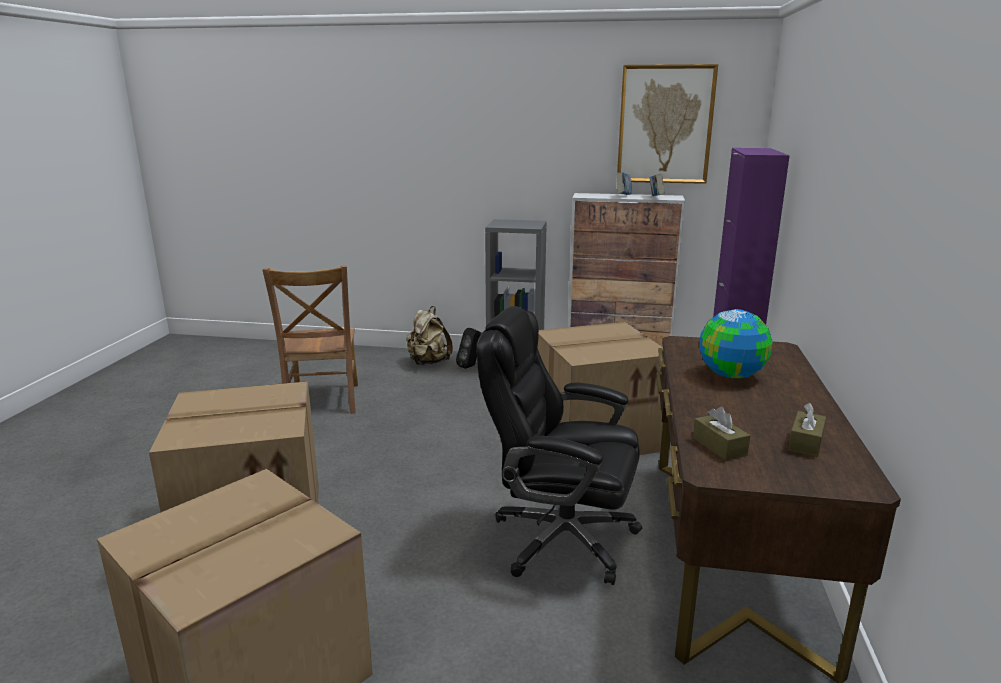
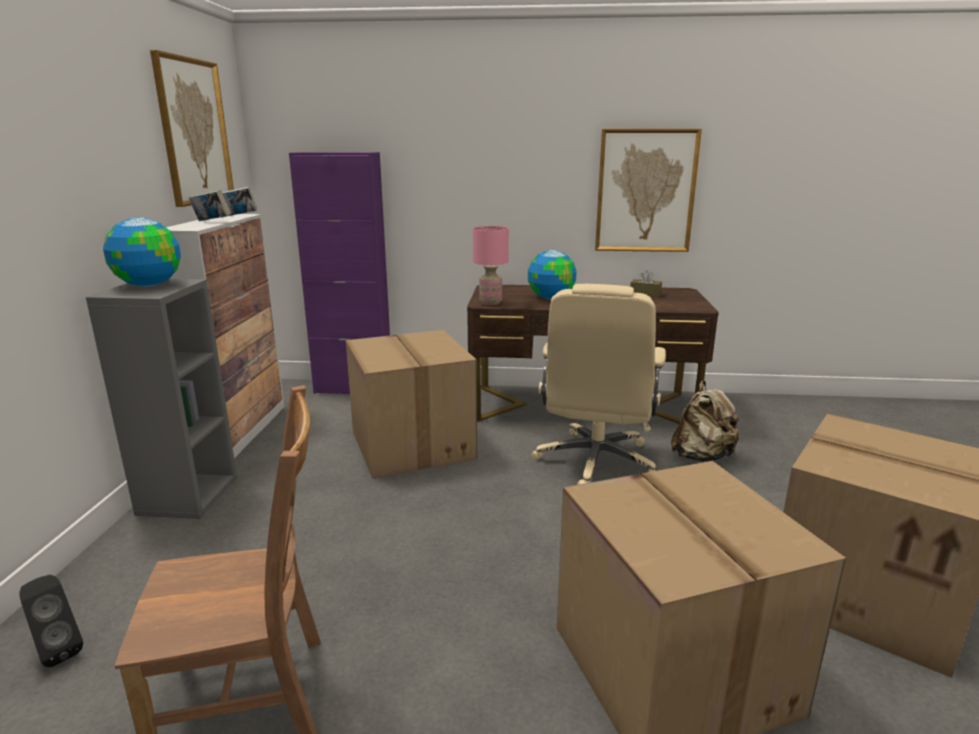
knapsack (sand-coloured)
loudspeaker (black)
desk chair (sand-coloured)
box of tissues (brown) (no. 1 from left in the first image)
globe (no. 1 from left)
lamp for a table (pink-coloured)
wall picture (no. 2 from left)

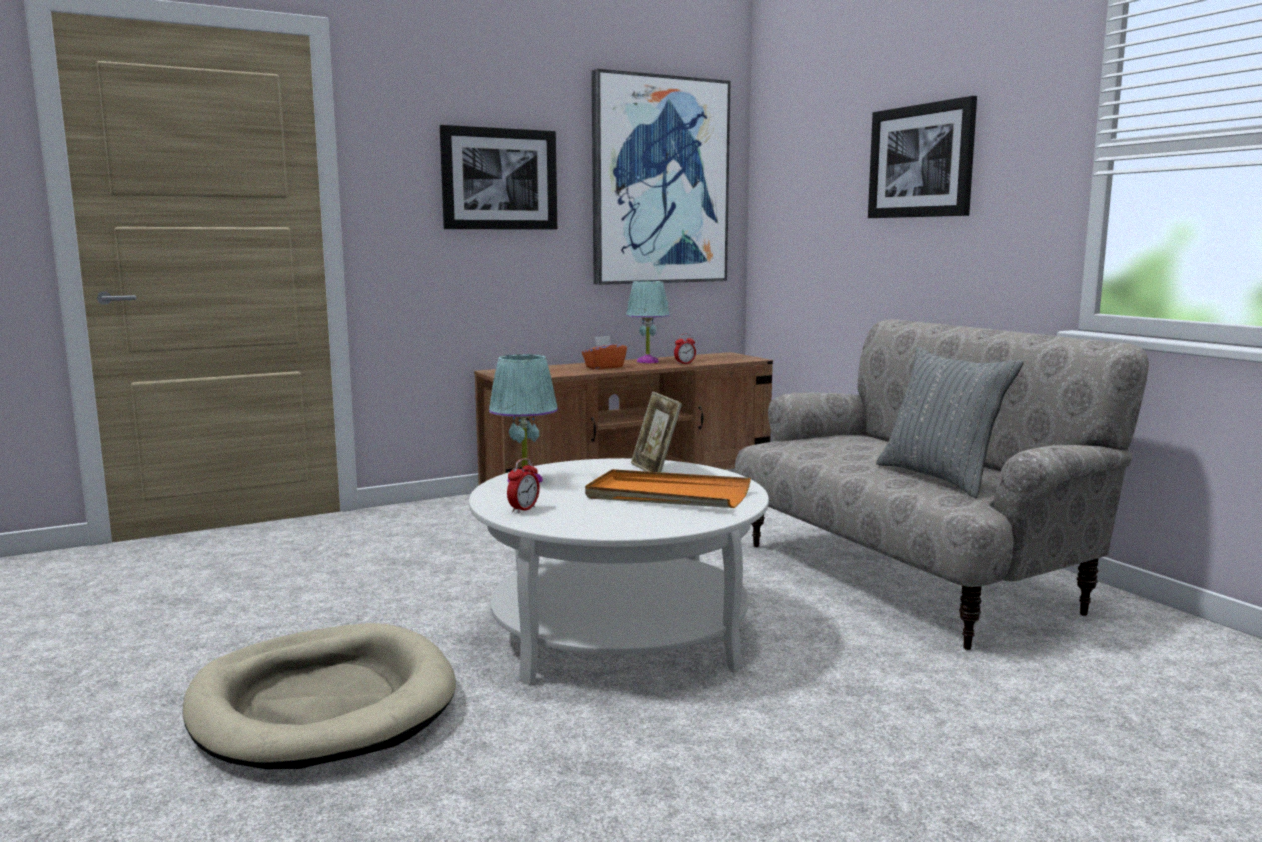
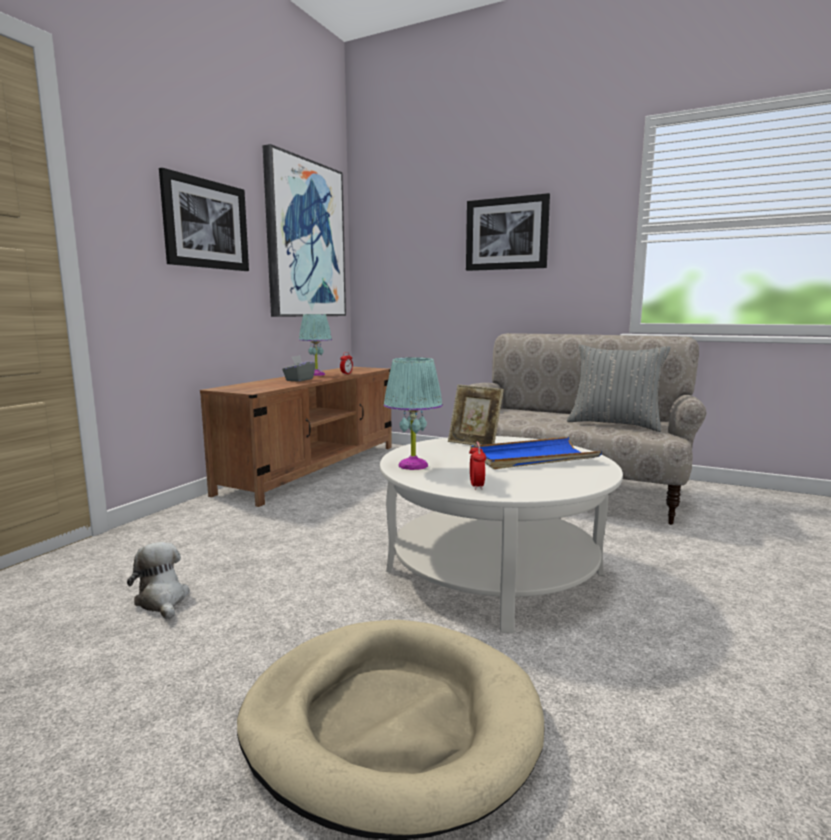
box of tissues (gray)
carrying tray (bluish)
plush toy

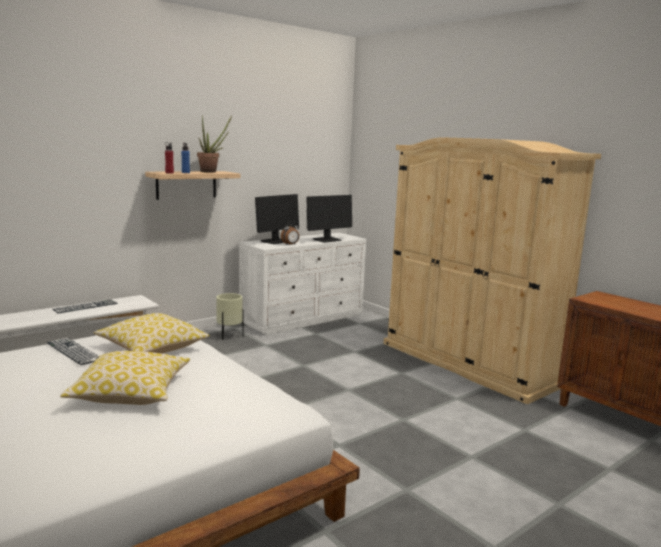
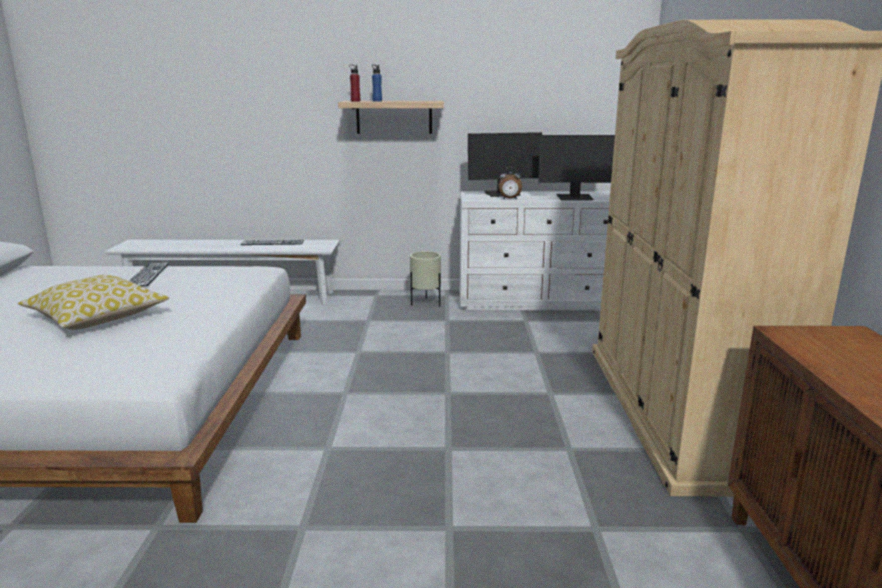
cushion (no. 2 from left in the first image)
potted plant

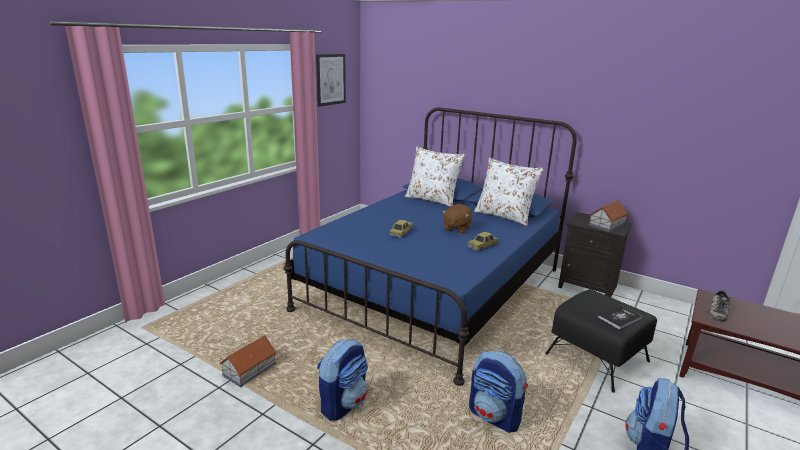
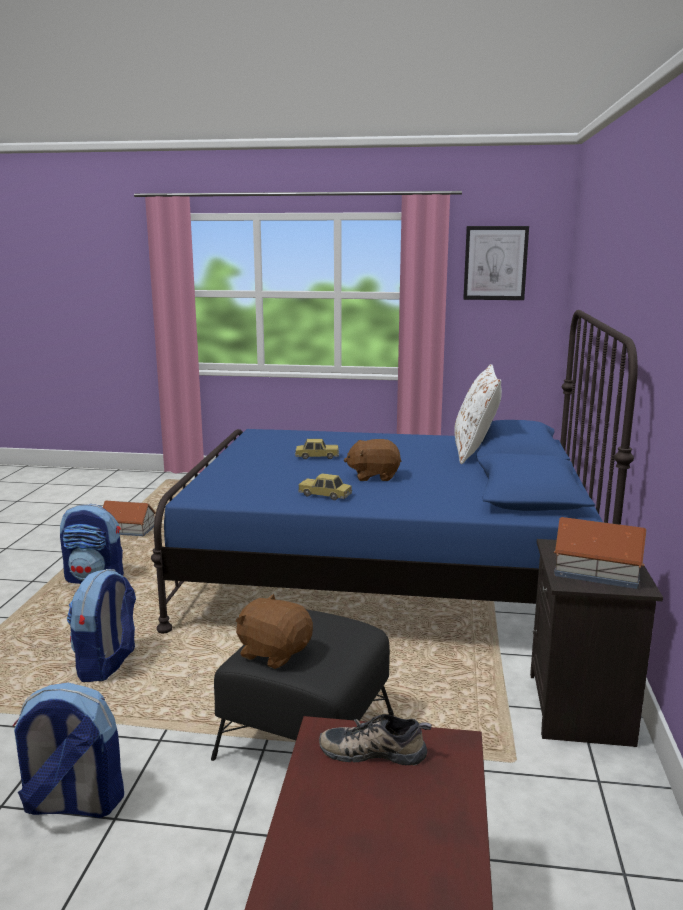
cushion (white-coloured) (no. 2 from left in the first image)
plush toy (brown) (no. 1 from left)

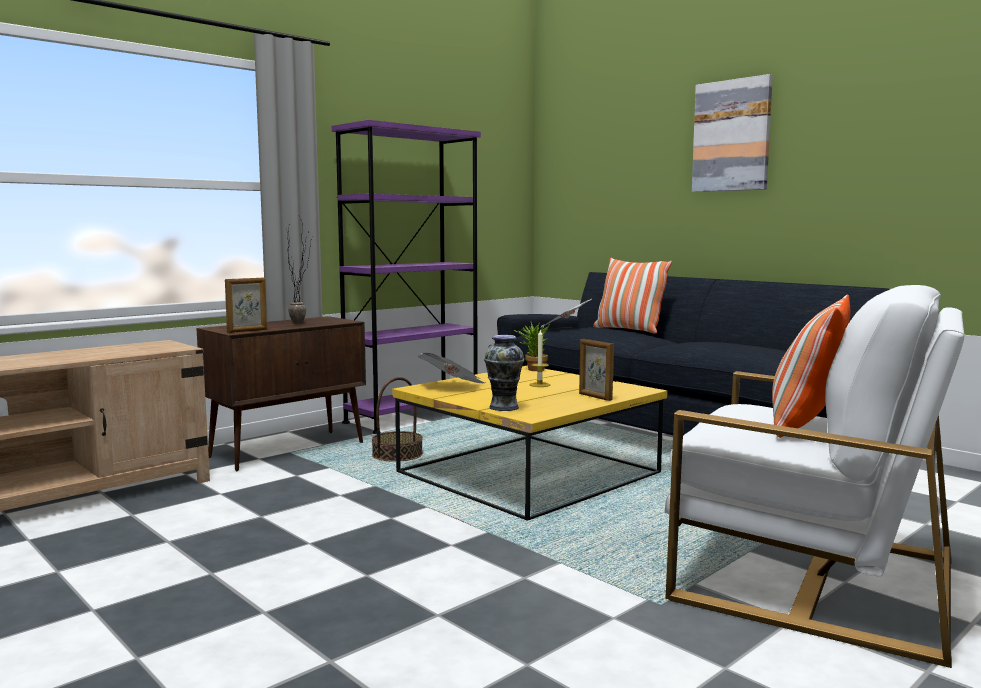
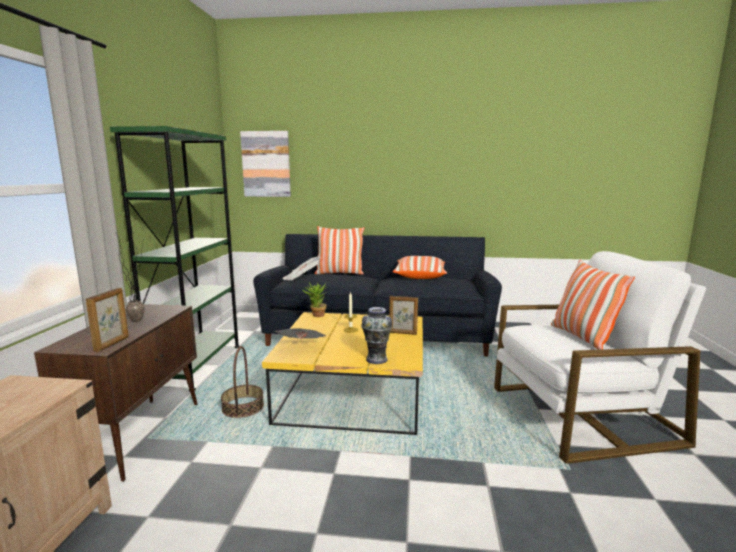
bookshelf (greenish)
wall picture
cushion (no. 2 from left)

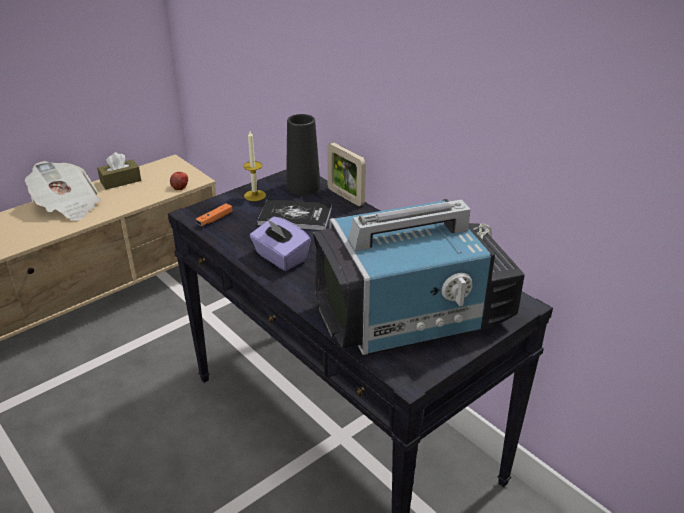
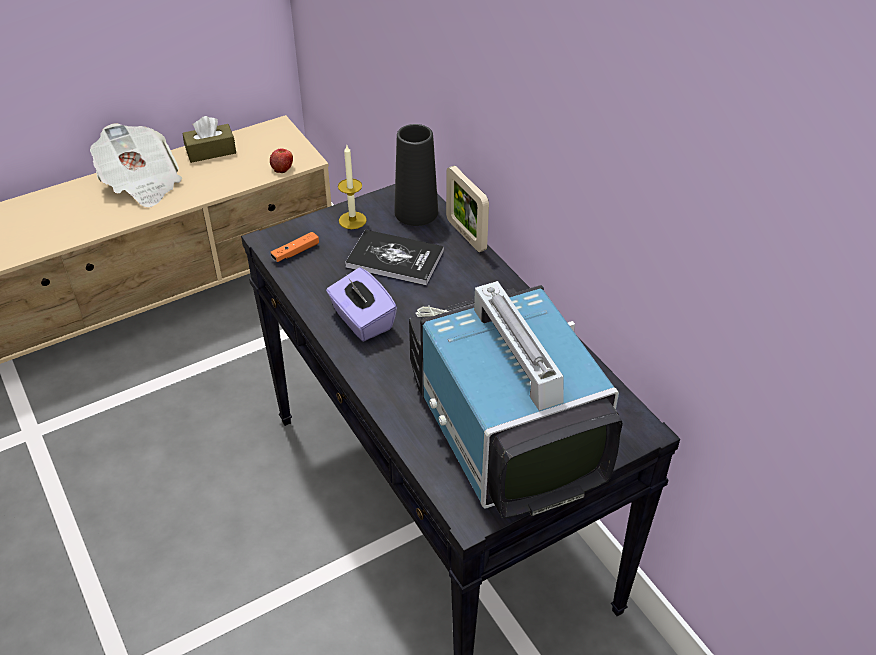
TV

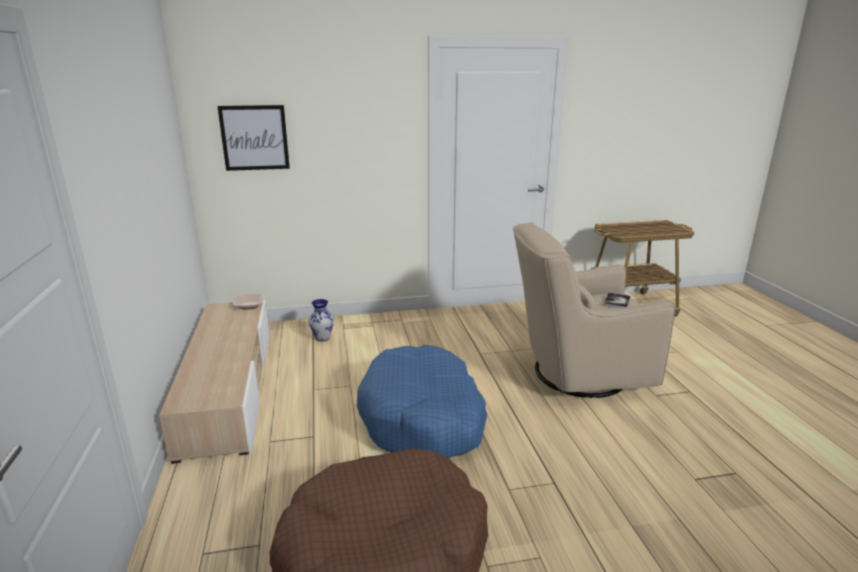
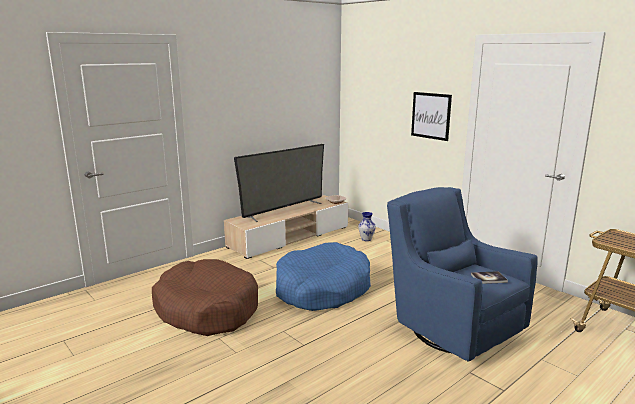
wall picture
easy chair (bluish)
TV

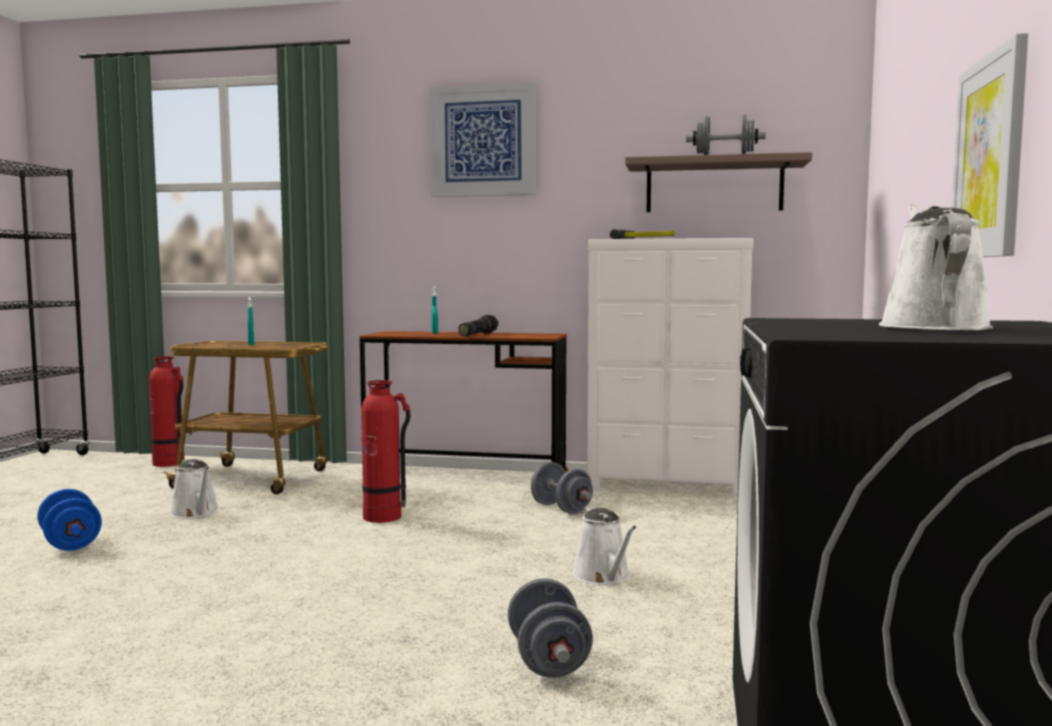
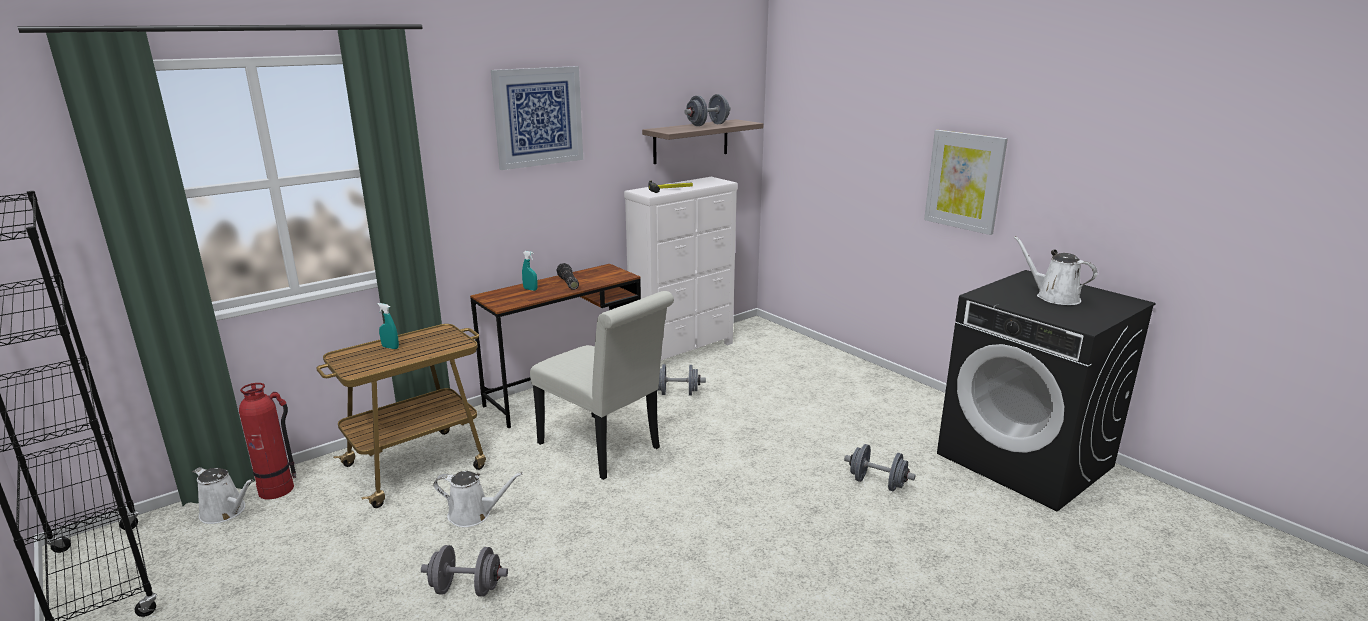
hand weight (gray) (no. 1 from left)
plain chair (white-coloured)
watering can (white-coloured) (no. 1 from left)

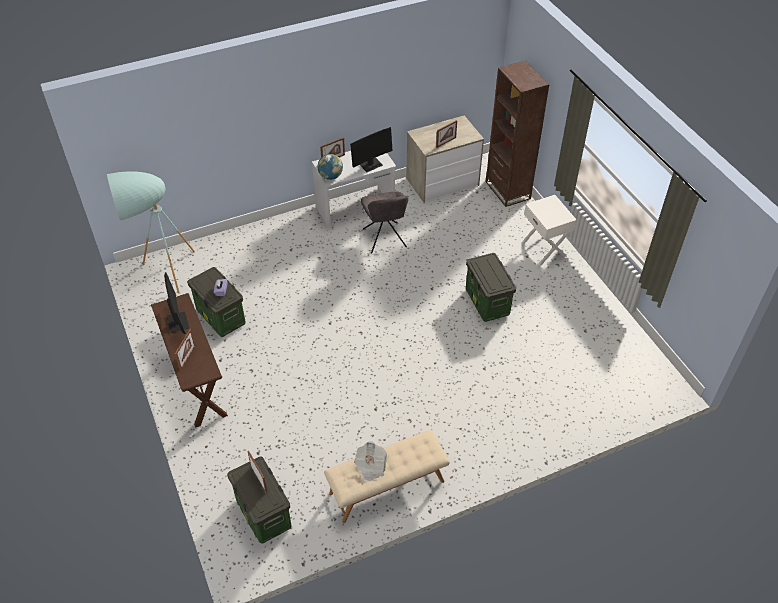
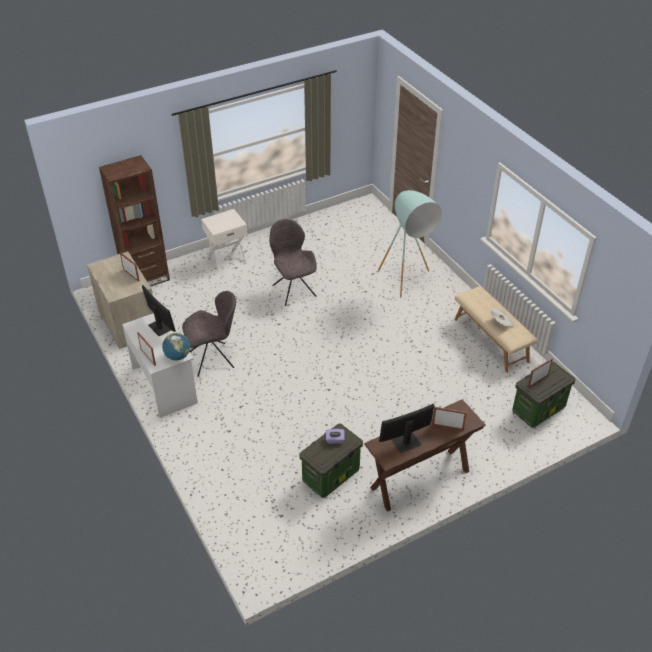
standing lamp (blue-green)
plain chair (gray) (no. 2 from left)

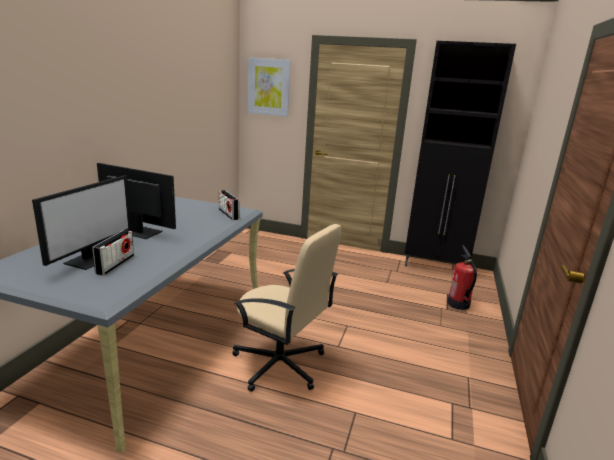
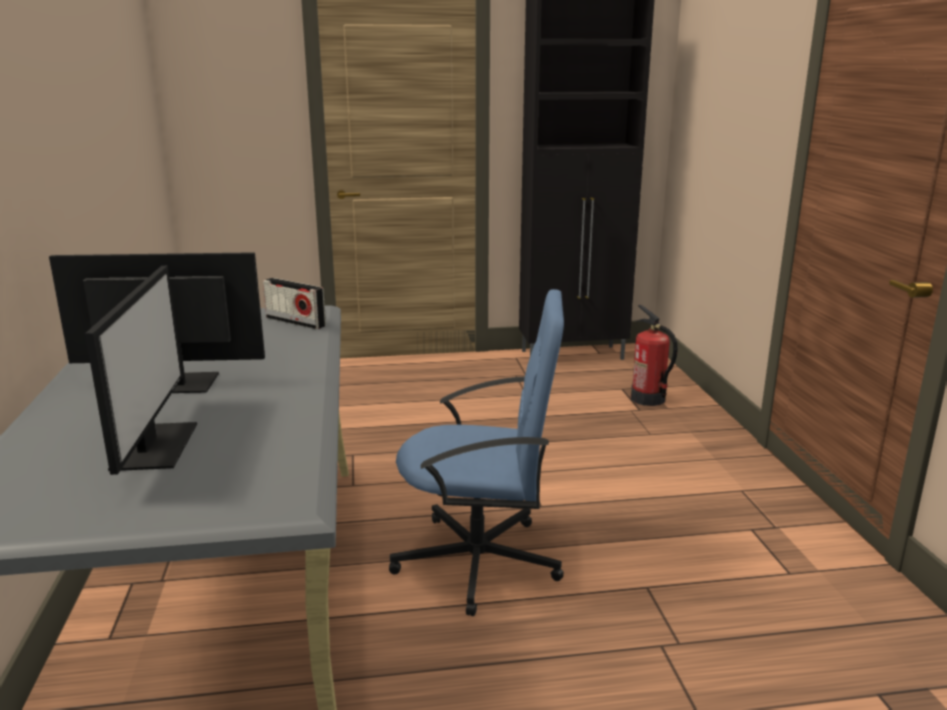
radio set (no. 1 from left in the first image)
desk chair (bluish)
wall picture

